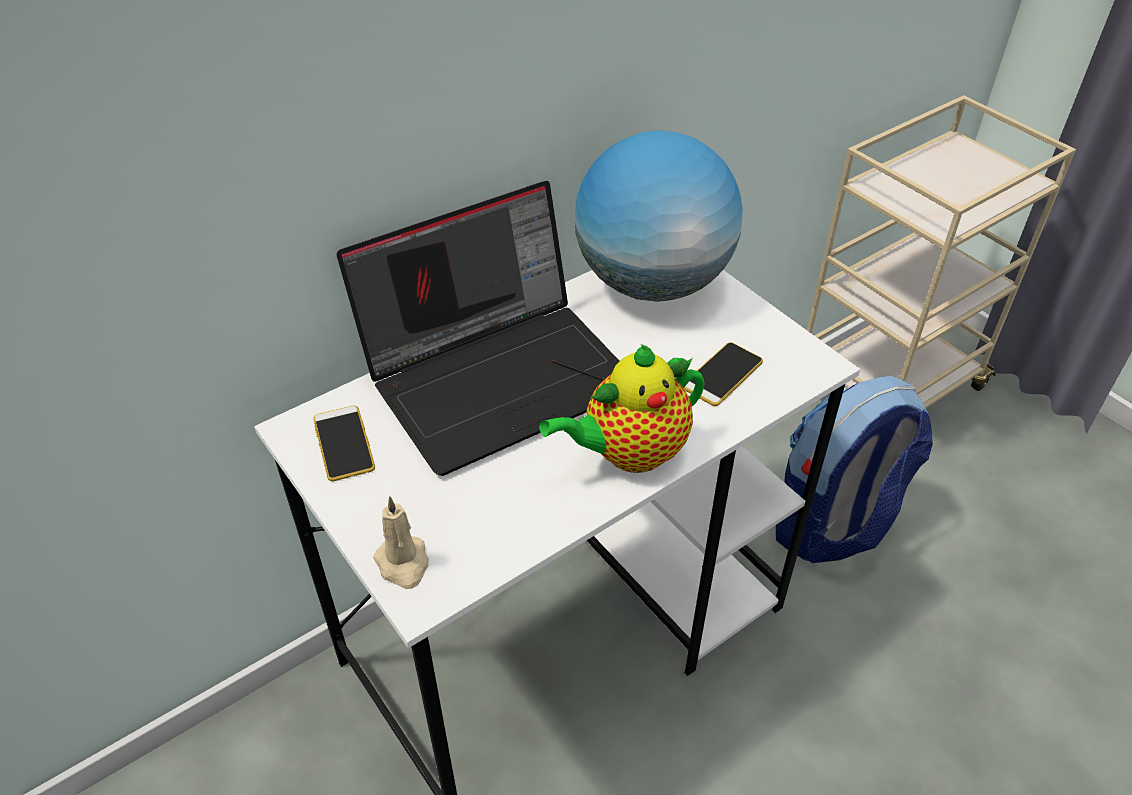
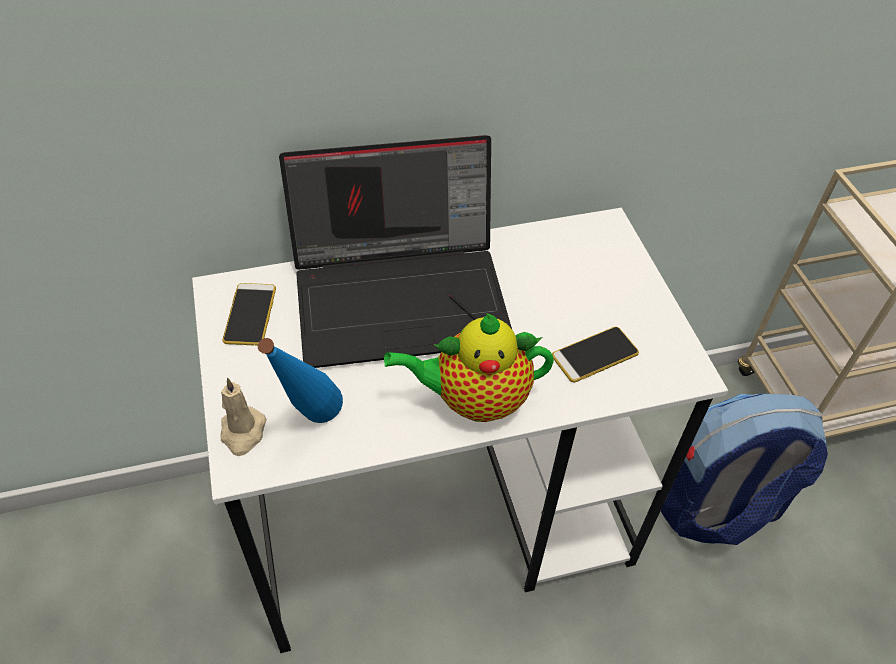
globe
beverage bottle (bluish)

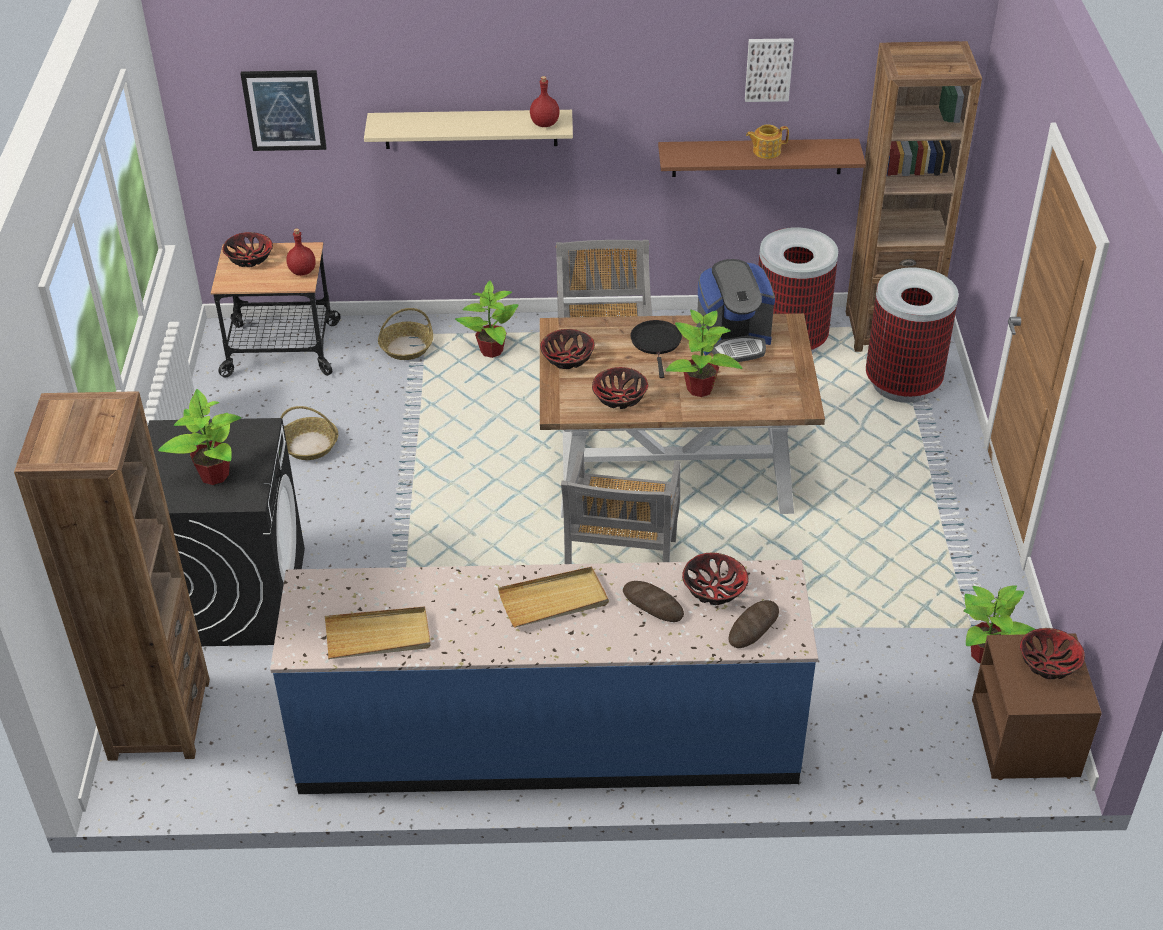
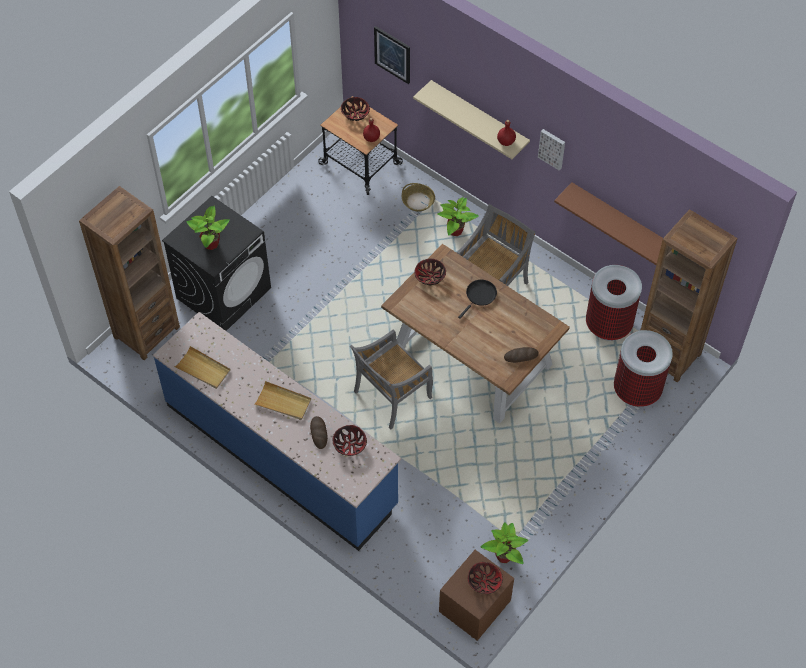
household basket (no. 1 from left in the first image)
deep dish (no. 3 from left in the first image)
potted plant (no. 3 from left in the first image)
coffee brewer
bread (no. 2 from left)
wall picture (no. 2 from left)
teapot

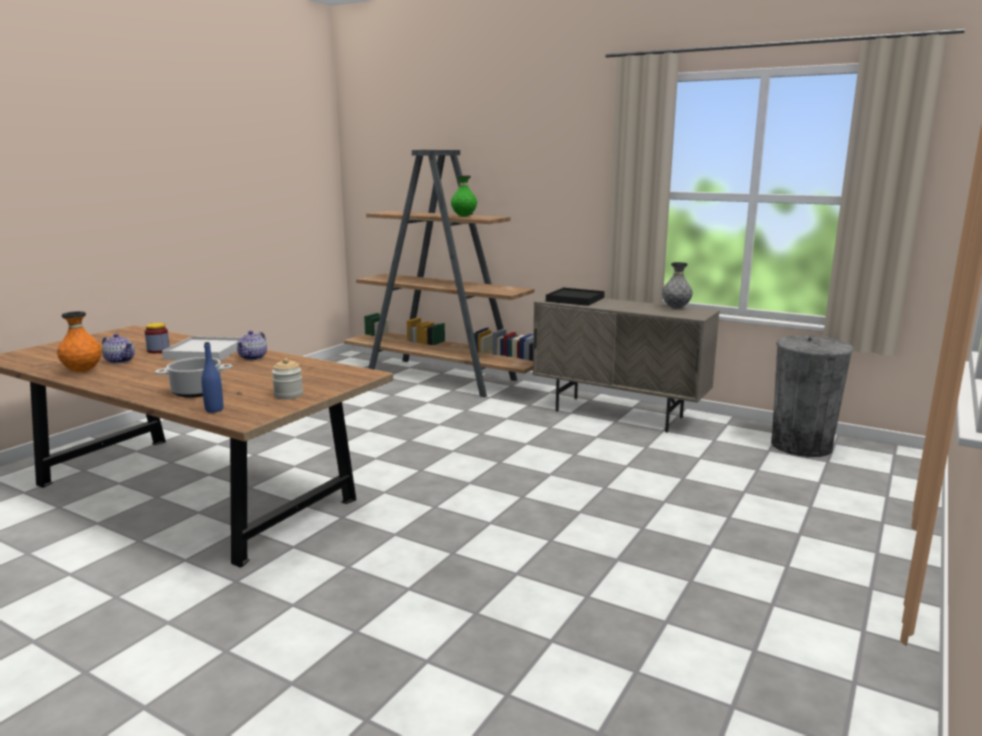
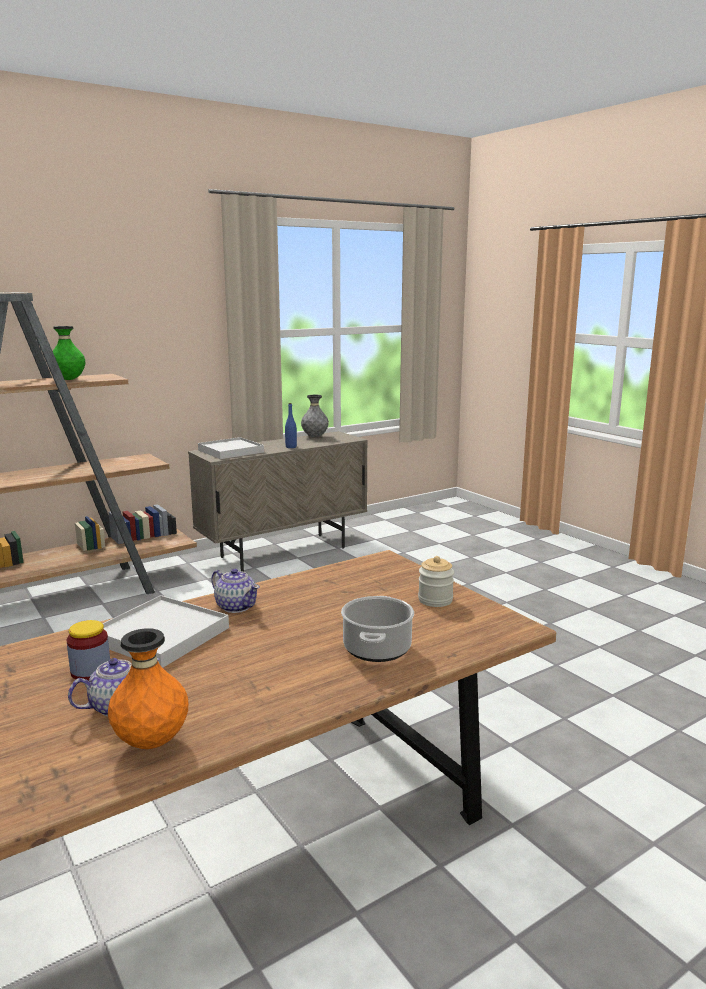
beverage bottle (bluish)
carrying tray (white-coloured) (no. 2 from left)
waste bin (gray)

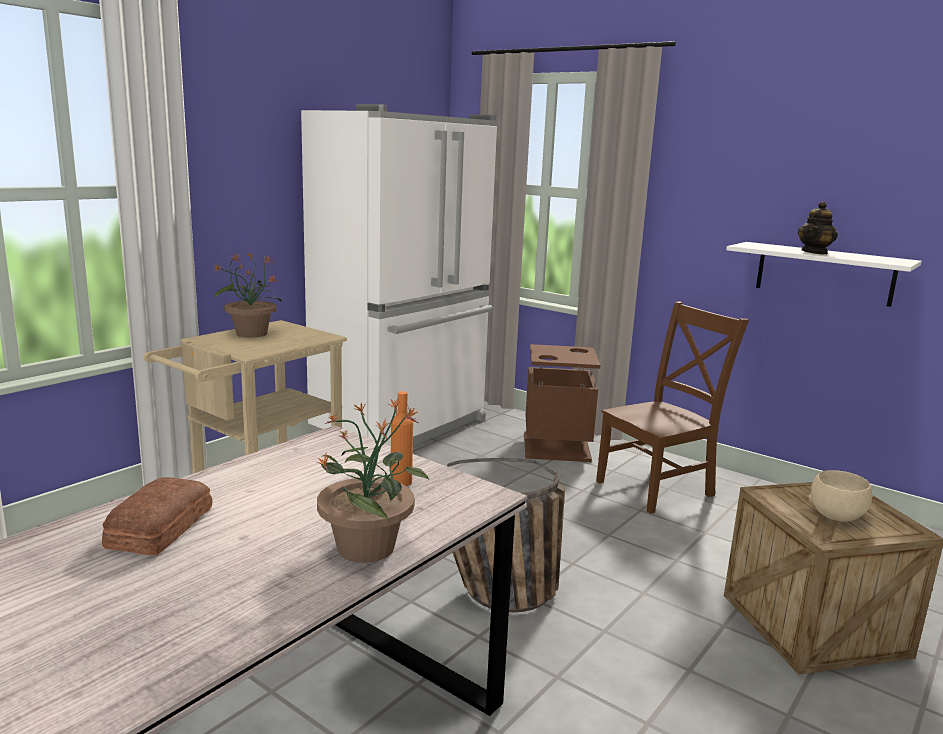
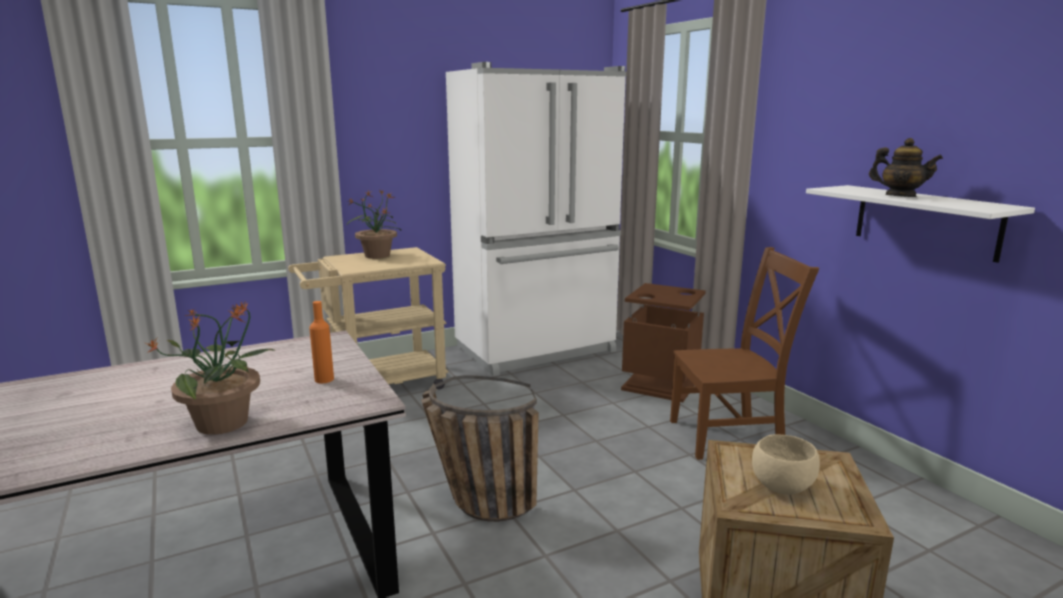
bread
teapot

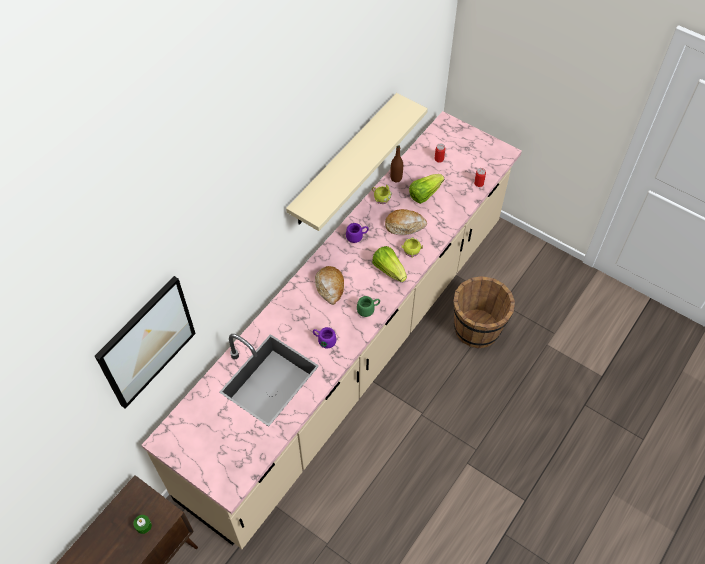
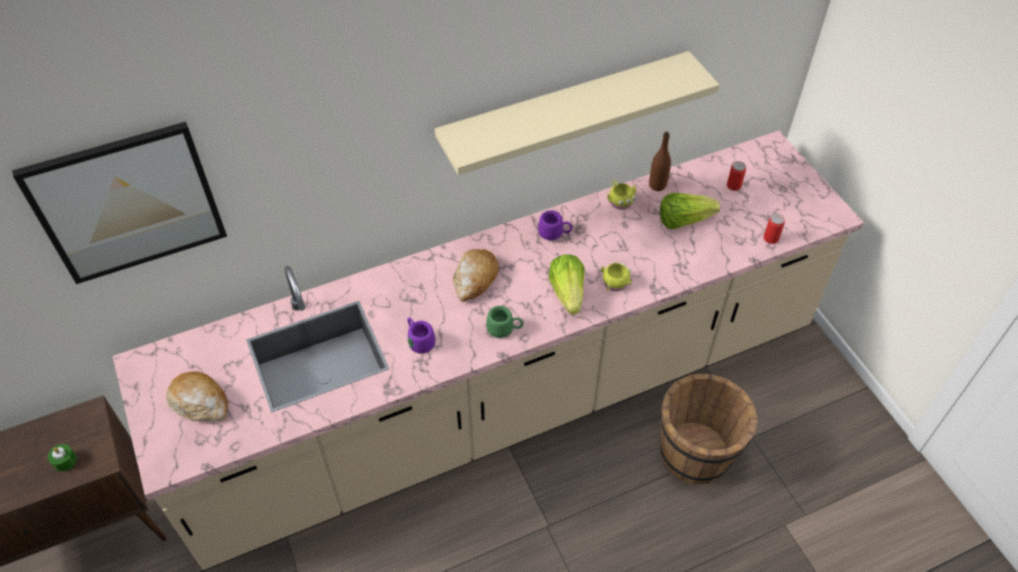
bread (no. 1 from left)

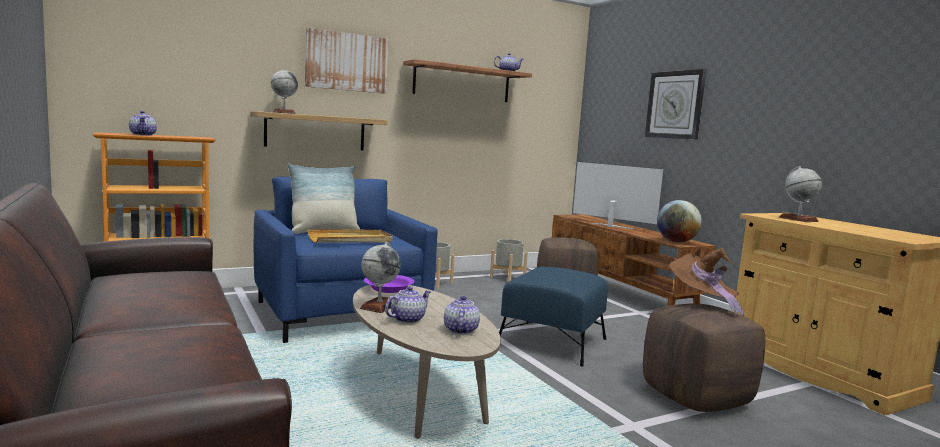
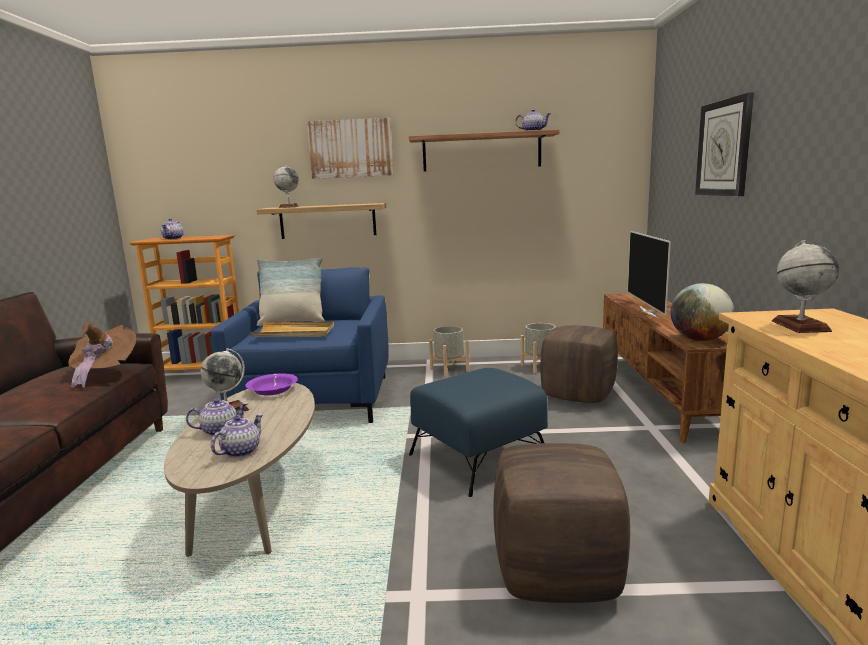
TV
wearable hat (brown)

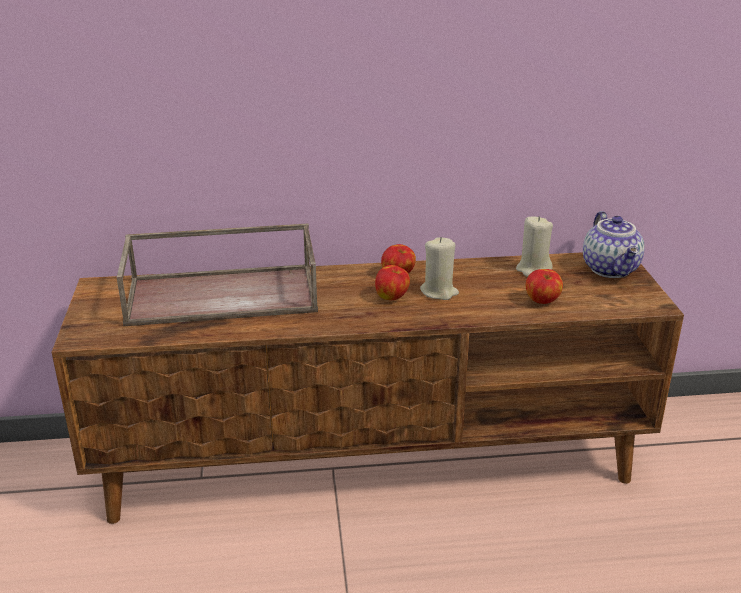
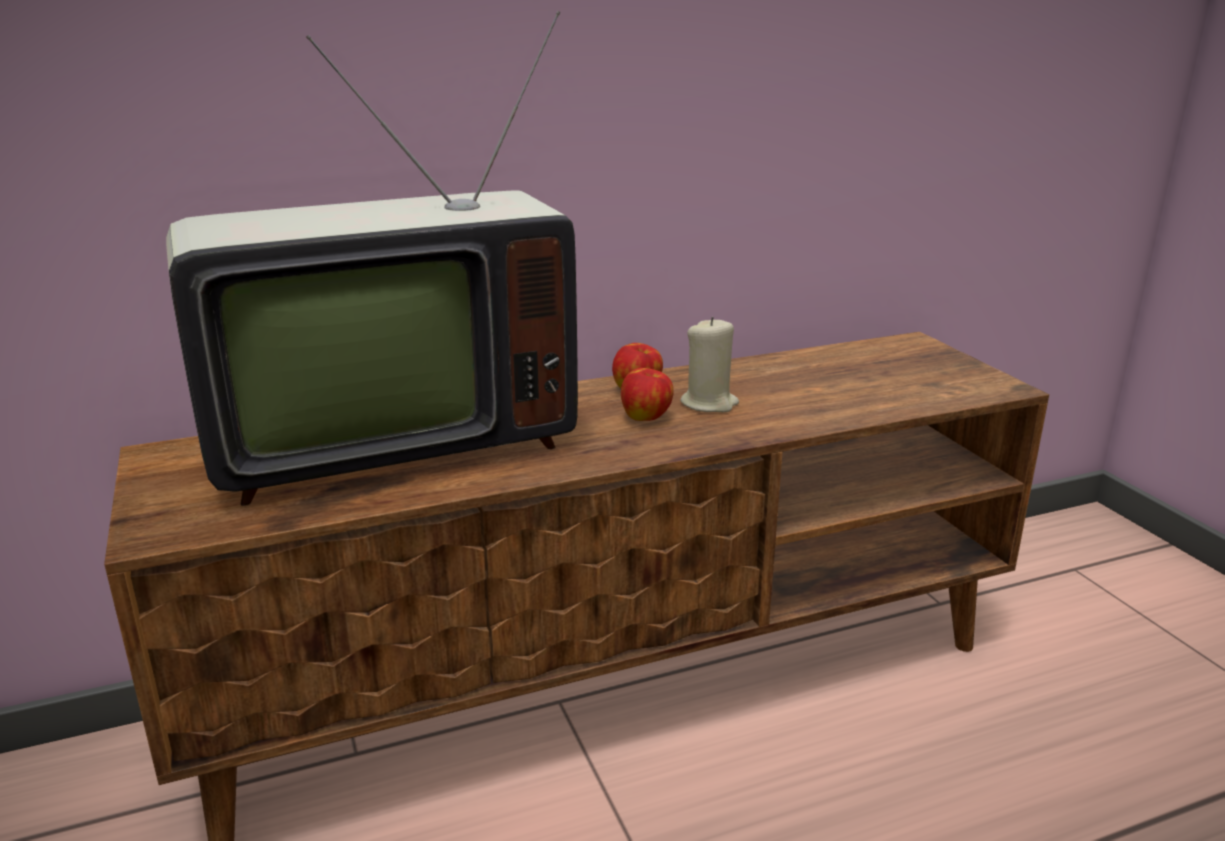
TV
wax light (sand-coloured) (no. 2 from left in the first image)
apple fruit (no. 3 from left in the first image)
teapot

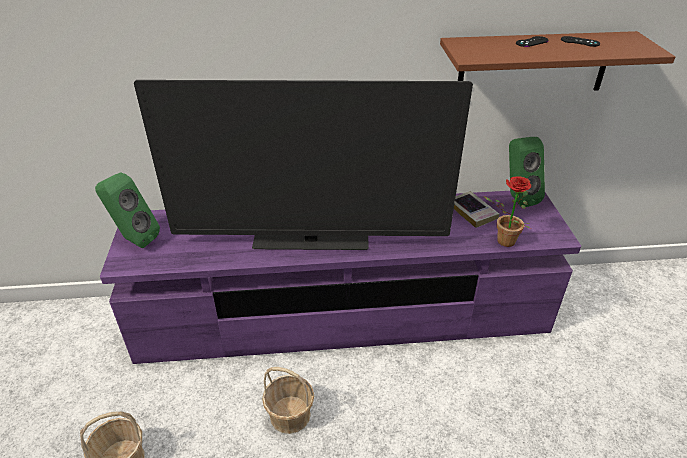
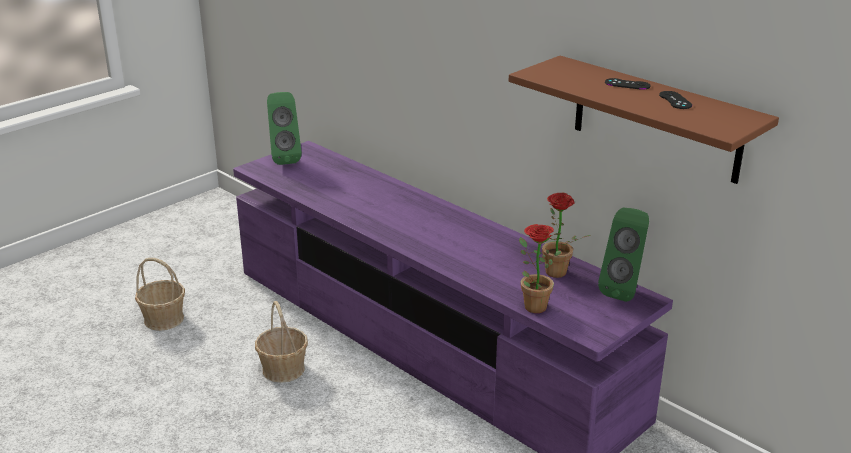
TV
potted plant (no. 2 from left)

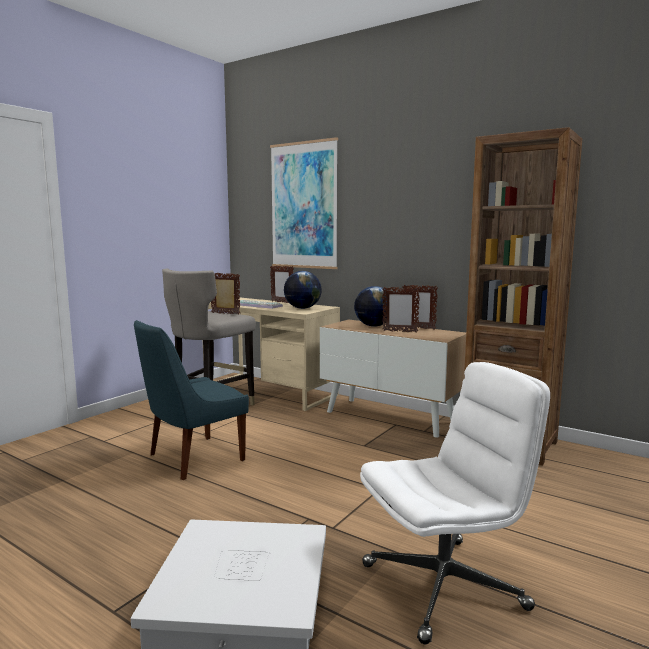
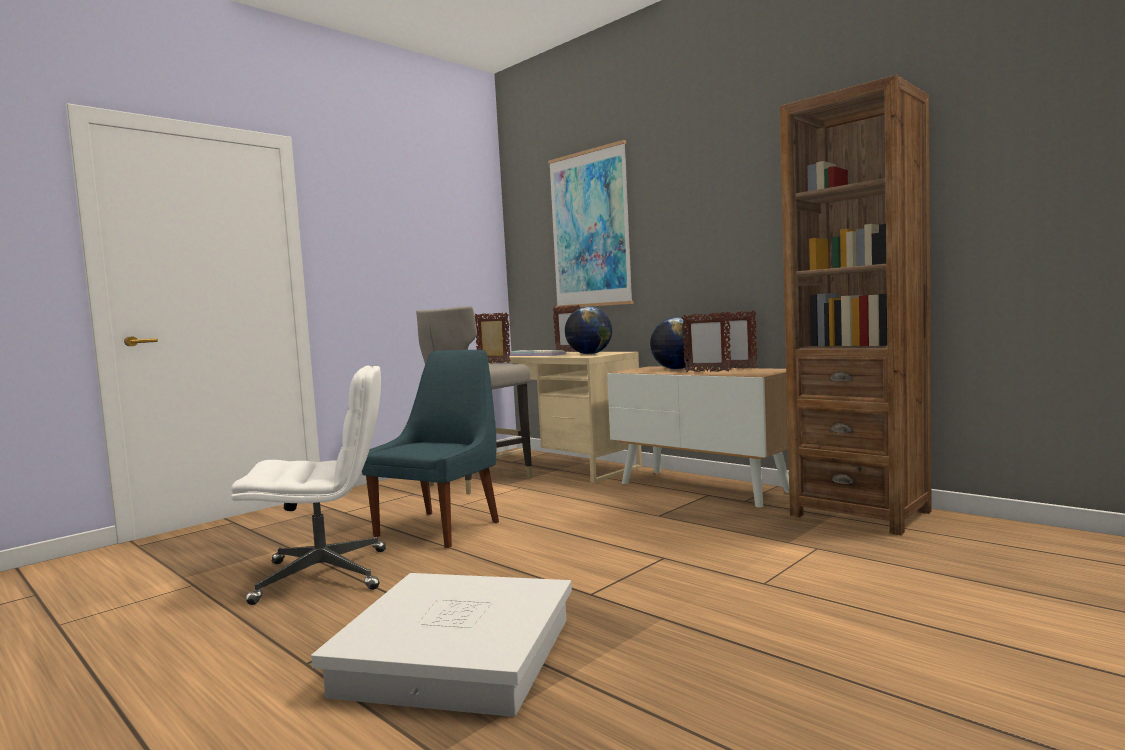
plain chair (bluish)
desk chair (white-coloured)

